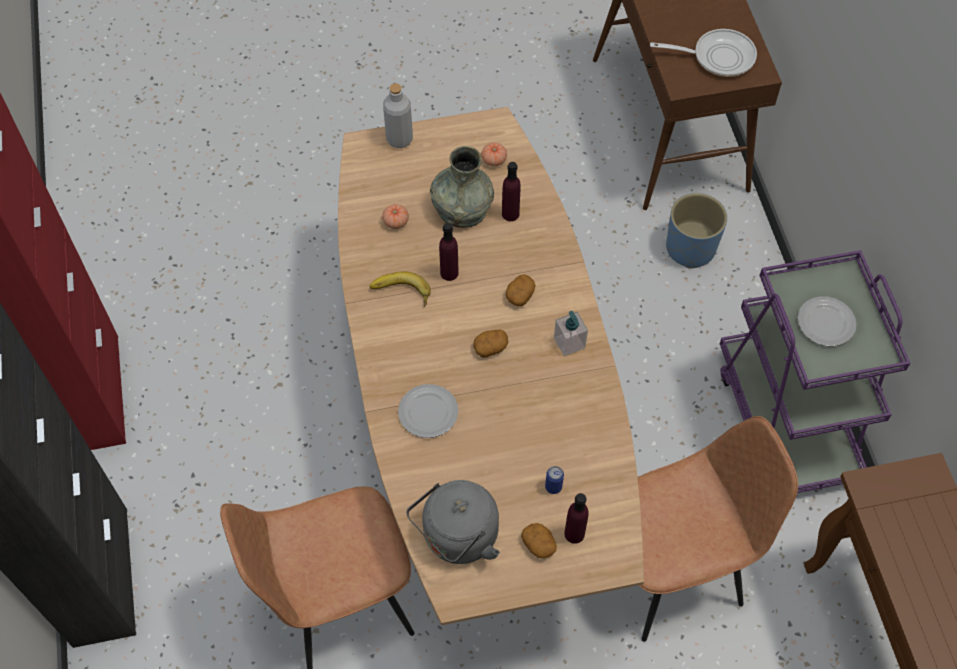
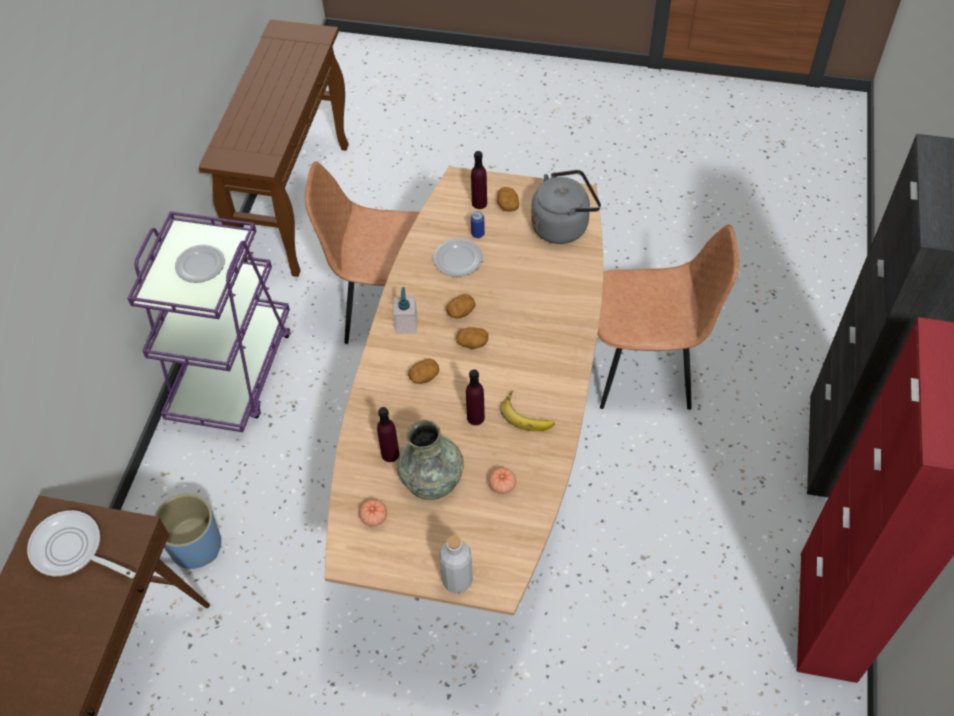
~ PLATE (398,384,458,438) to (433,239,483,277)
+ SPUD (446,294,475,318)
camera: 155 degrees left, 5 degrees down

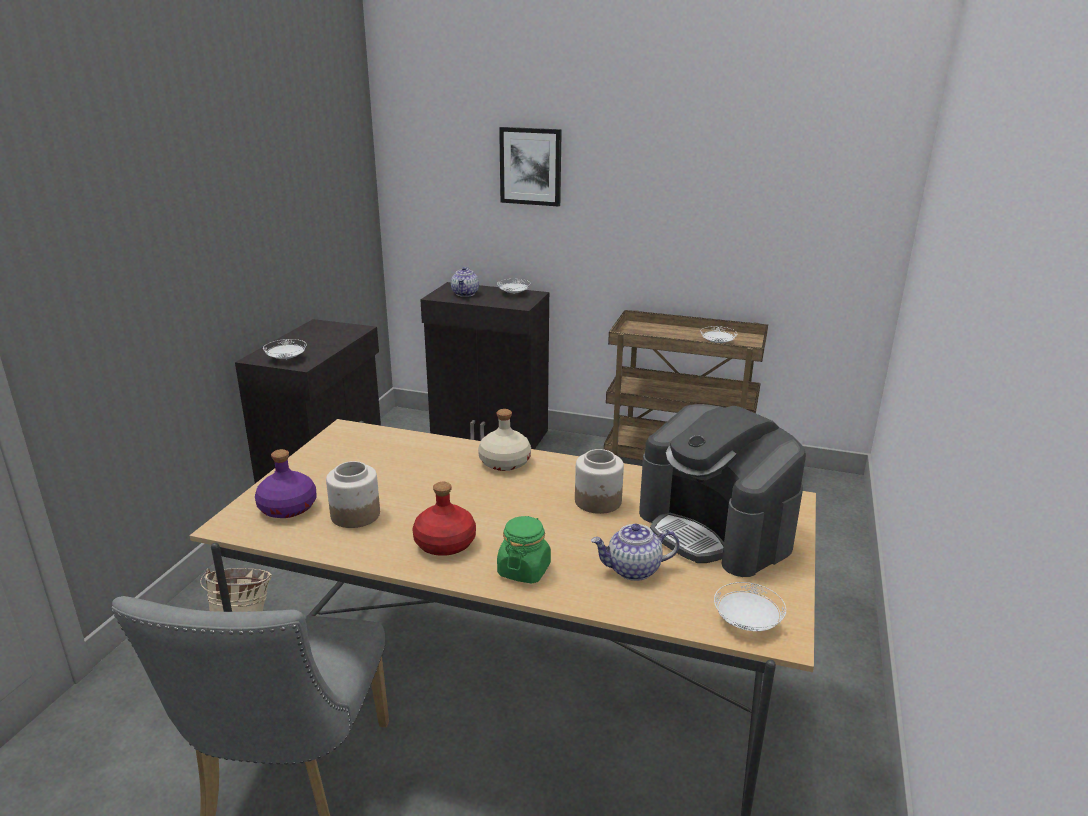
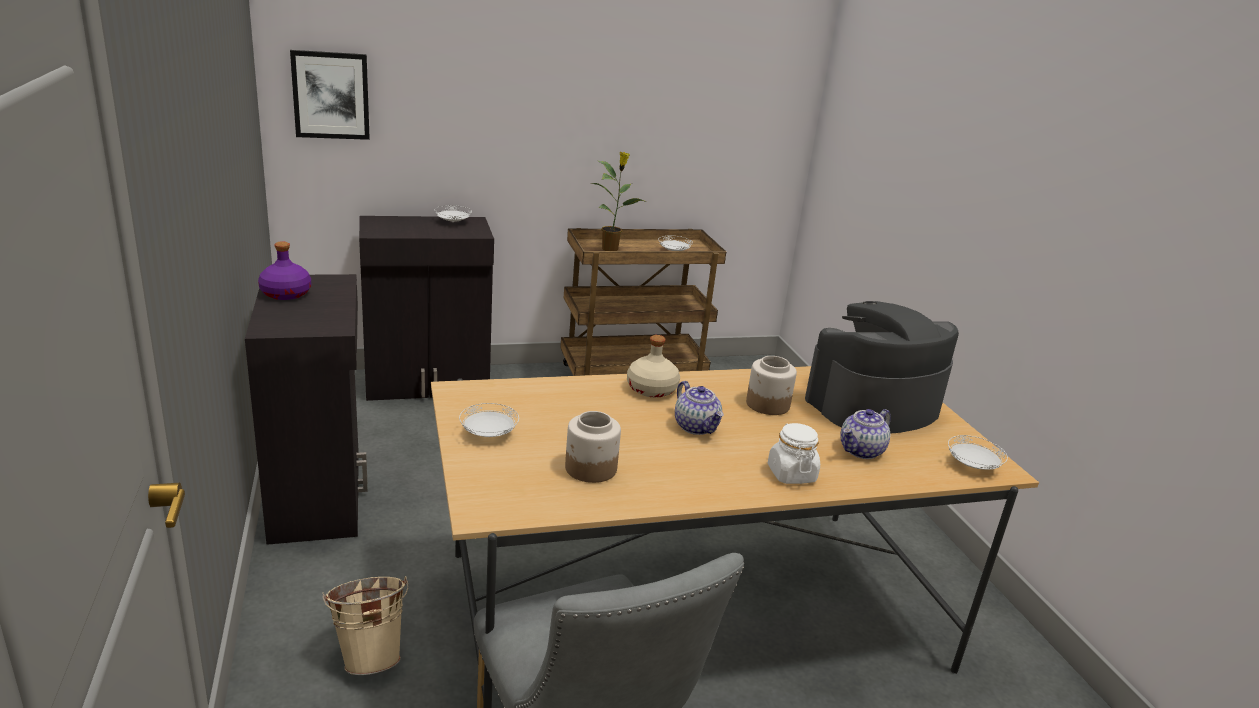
~ WALL PICTURE (499,127,562,206) to (290,50,370,140)
~ TEA POT (451,267,479,297) to (675,381,724,435)
~ WHITE PLATE (263,339,307,359) to (459,403,519,437)
~ COFFEE BREWER (639,404,806,577) = (805,301,959,434) 135 degrees clockwise
~ PURPLE-COLOURED BEVERAGE BOTTLE (255,449,316,518) to (258,241,311,300)
- RED-COLOURED BEVERAGE BOTTLE (412,482,476,556)
~ GREENISH STORAGE JAR (497,516,551,584) to WHITE STORAGE JAR (768,423,820,484)
+ POTTED PLANT (591,152,647,251)
camera: 35 degrees left, 0 degrees up

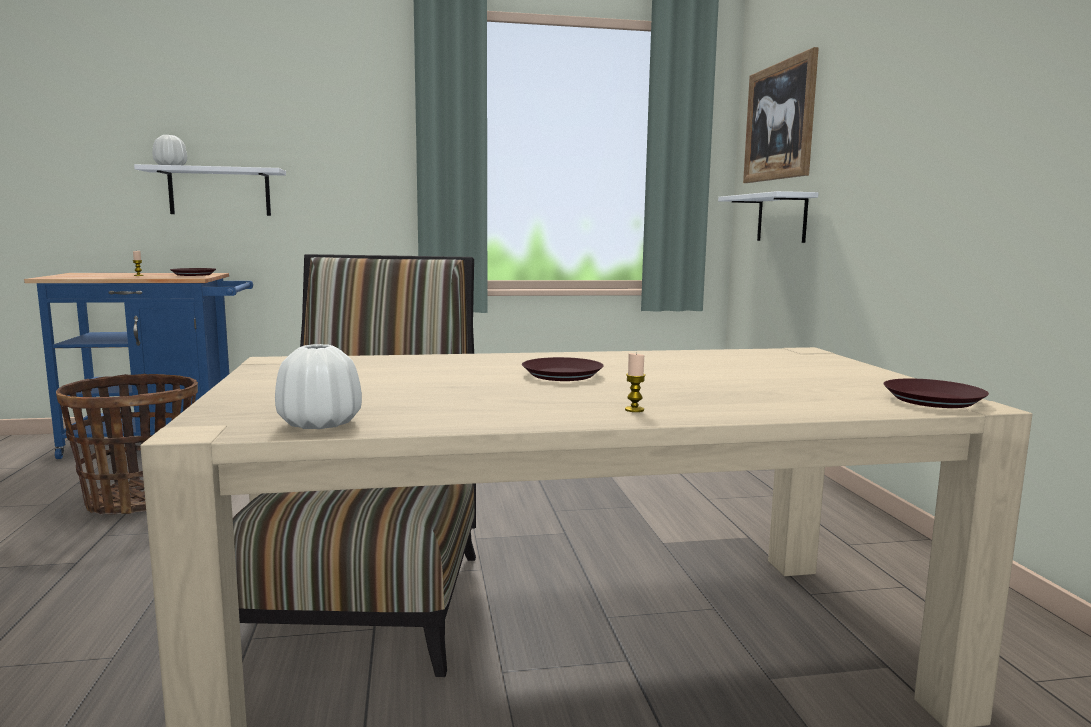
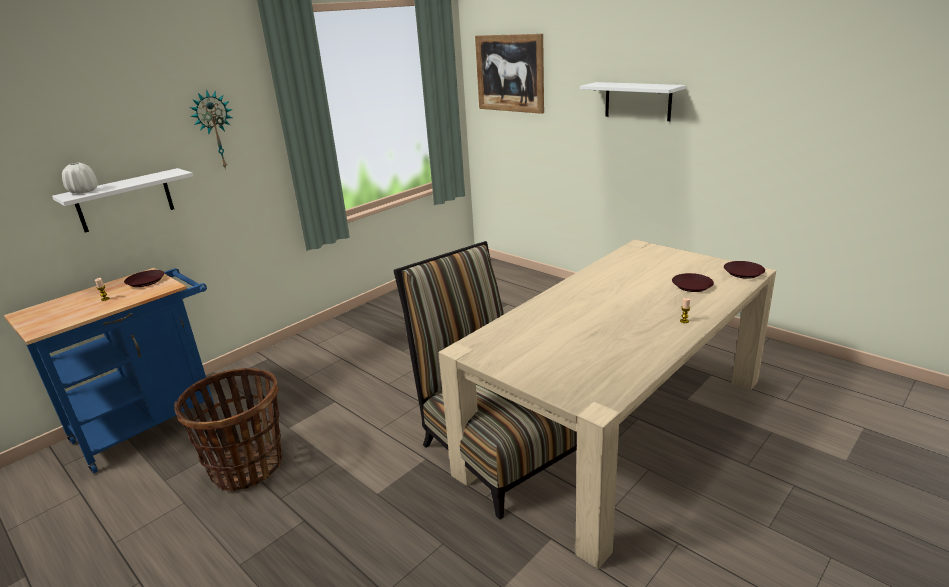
~ WHITE WALL SHELF (718,191,818,243) to (580,82,686,121)
- WHITE VASE (275,344,362,429)
~ BROWN PLATE (522,357,604,381) to (672,273,714,292)
+ HANGING CLOCK (189,90,233,170)
camera: 35 degrees left, 15 degrees up

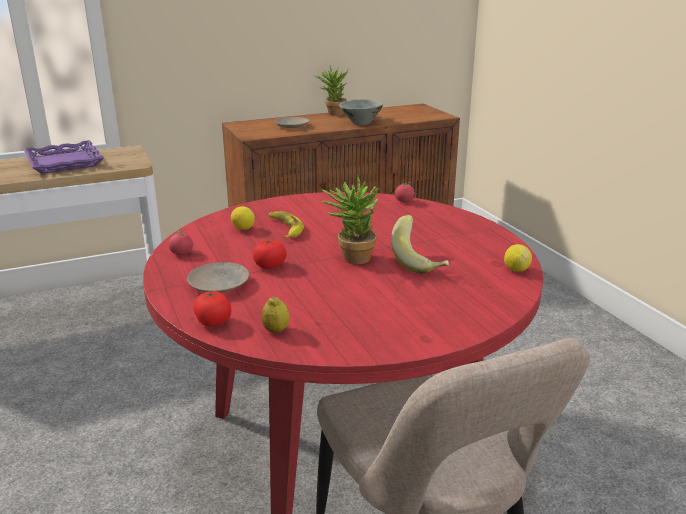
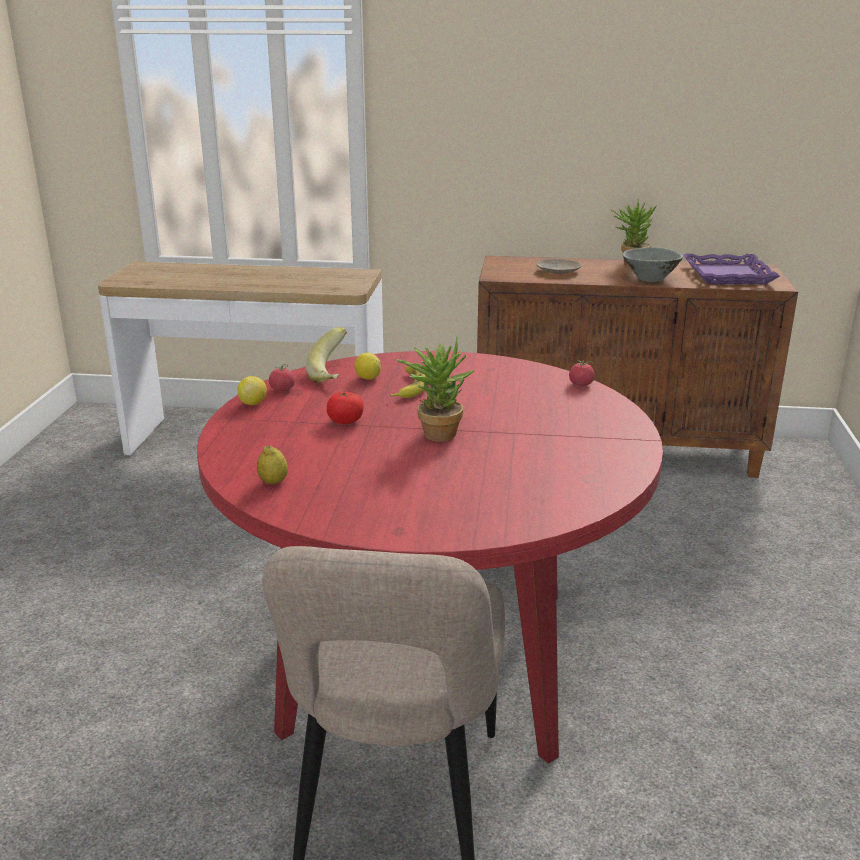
~ PURPLE-COLOURED SERVING TRAY (24,140,104,174) to (684,254,780,284)
~ WHOLE BANANA (391,215,449,273) to (306,327,347,383)
~ WHOLE LEMON (504,244,532,272) to (238,376,267,405)
- SAND-COLOURED PLATE (187,262,249,293)
- WHOLE TOMATO (193,290,231,326)
camera: 30 degrees right, 0 degrees up

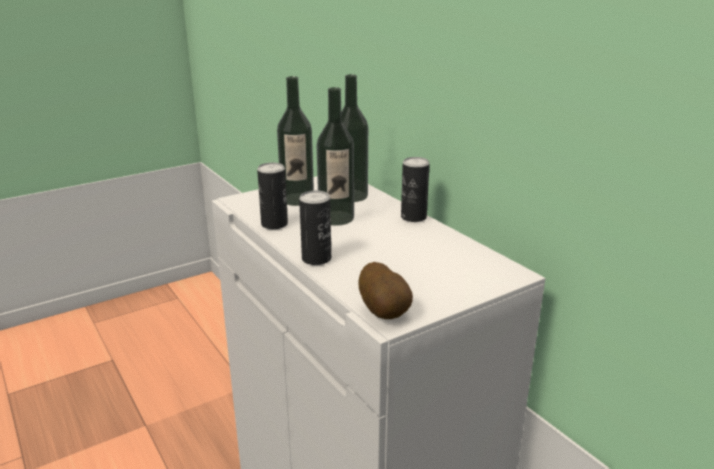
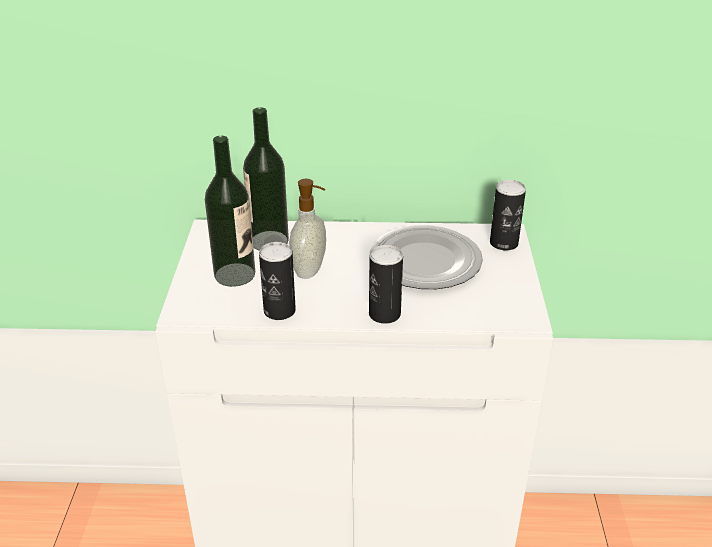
~ BEVERAGE BOTTLE (317,87,354,226) to SOAP BOTTLE (289,179,326,279)
~ METAL CAN (401,157,430,222) to (490,180,526,251)
- SPUD (359,262,413,319)
+ PLATE (370,225,483,289)
camera: 55 degrees left, 10 degrees up

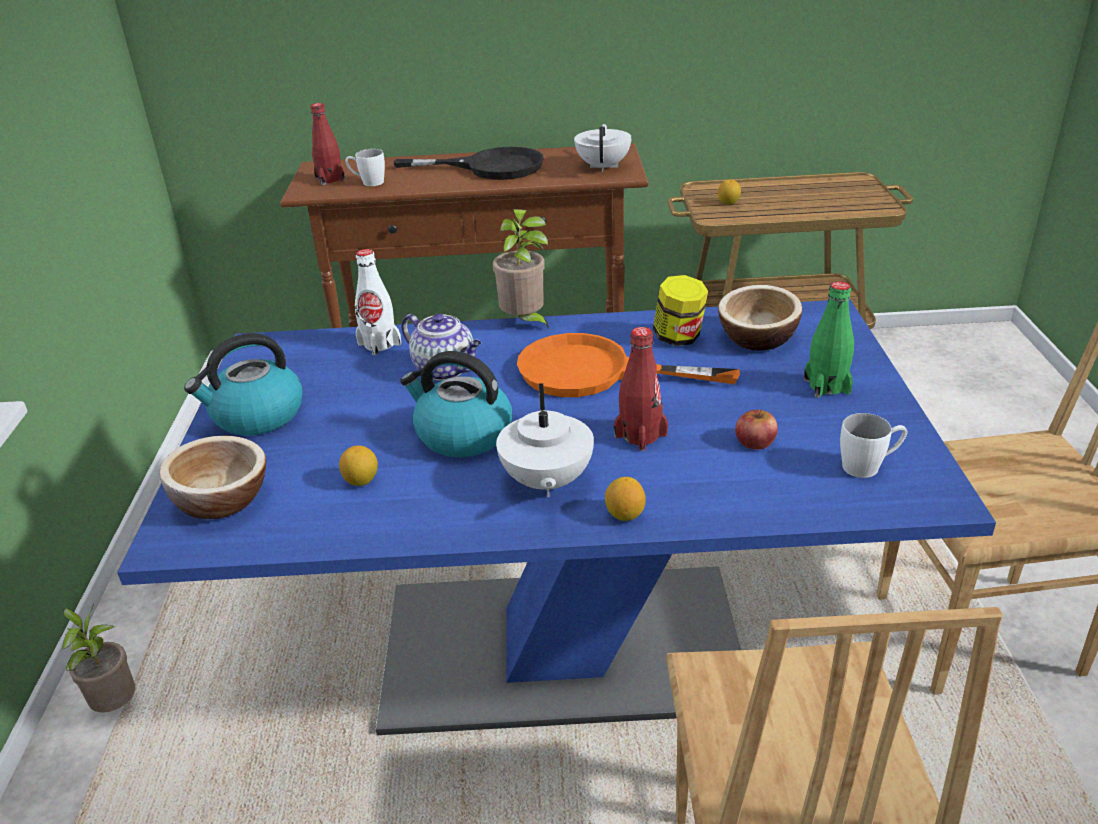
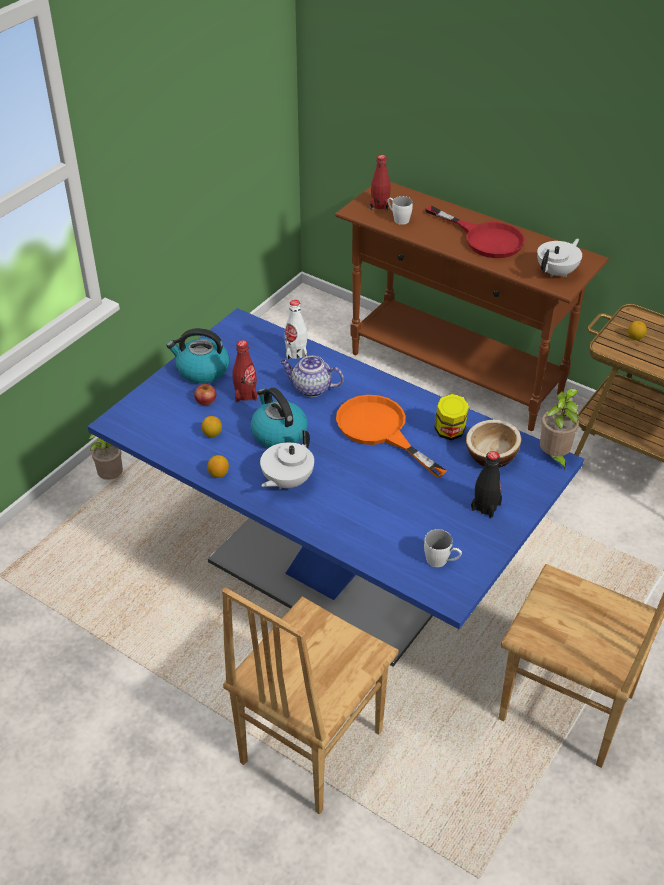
~ BLACK PAN (393,147,544,180) to RED-COLOURED PAN (425,206,525,258)
~ POTTED PLANT (493,209,549,329) to (540,389,580,470)
~ GREENISH BEVERAGE BOTTLE (804,282,854,398) to BLACK BEVERAGE BOTTLE (471,451,502,518)
~ TEA POT (401,313,481,381) = (280,356,344,397) 120 degrees clockwise
~ RED-COLOURED BEVERAGE BOTTLE (614,327,668,451) to (232,340,257,402)
~ APPLE (735,409,778,450) to (194,384,216,405)
- SERVING BOWL (159,436,266,519)
~ WHOLE LEMON (605,477,646,521) to (207,455,229,478)
camera: 35 degrees right, 10 degrees up

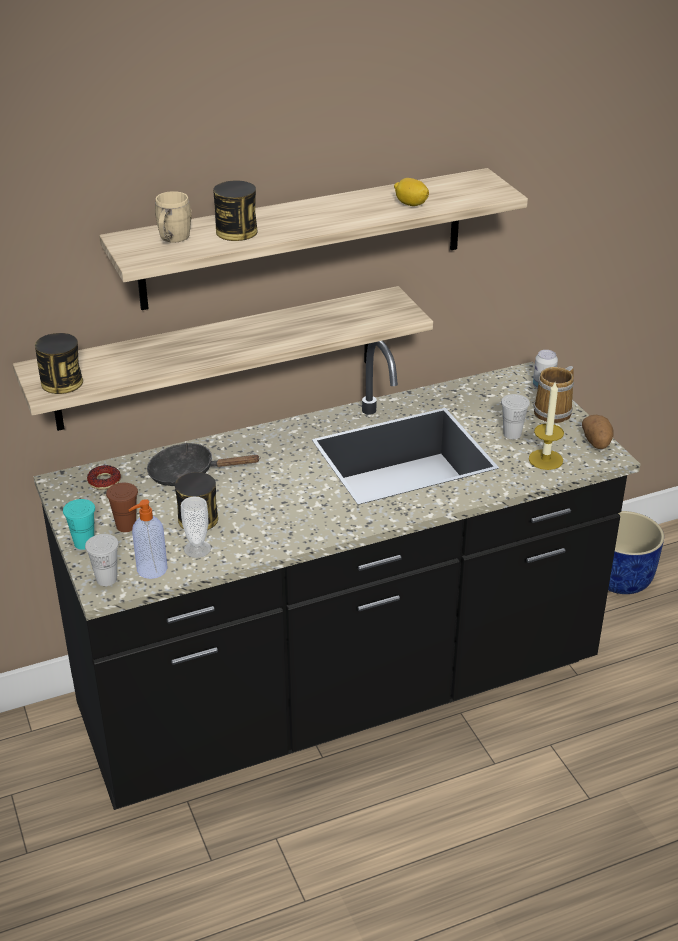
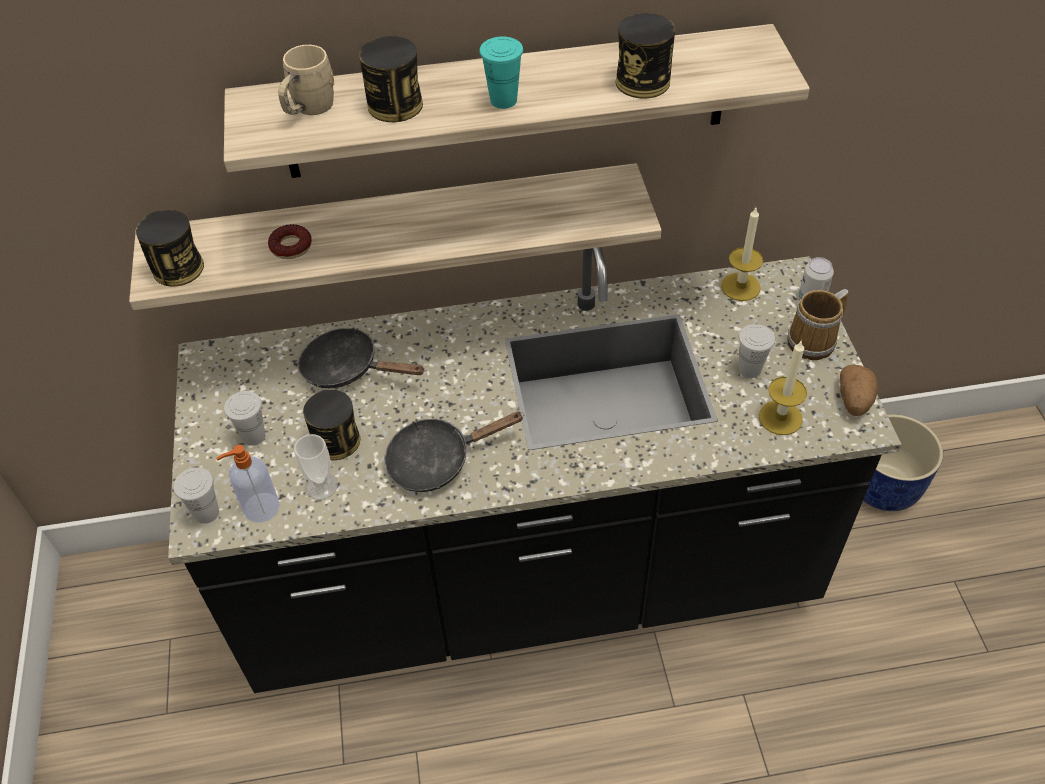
~ WHOLE LEMON (394,178,429,206) to METAL CAN (616,13,675,99)
~ DOUGHNUT (87,465,121,490) to (268,224,312,259)
~ BROWN DRINKING CUP (106,483,138,532) to WHITE DRINKING CUP (224,391,265,446)
~ TURQUOISE-COLOURED DRINKING CUP (63,499,95,550) to (479,37,523,109)
+ WAX LIGHT (721,208,763,301)
+ BLACK PAN (384,412,524,492)
camera: 15 degrees right, 15 degrees up

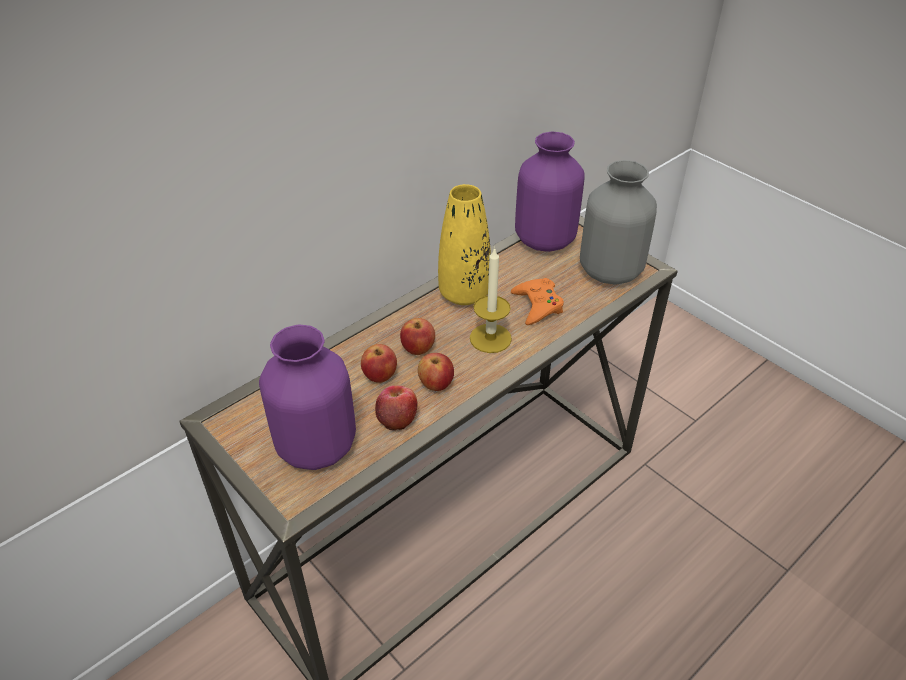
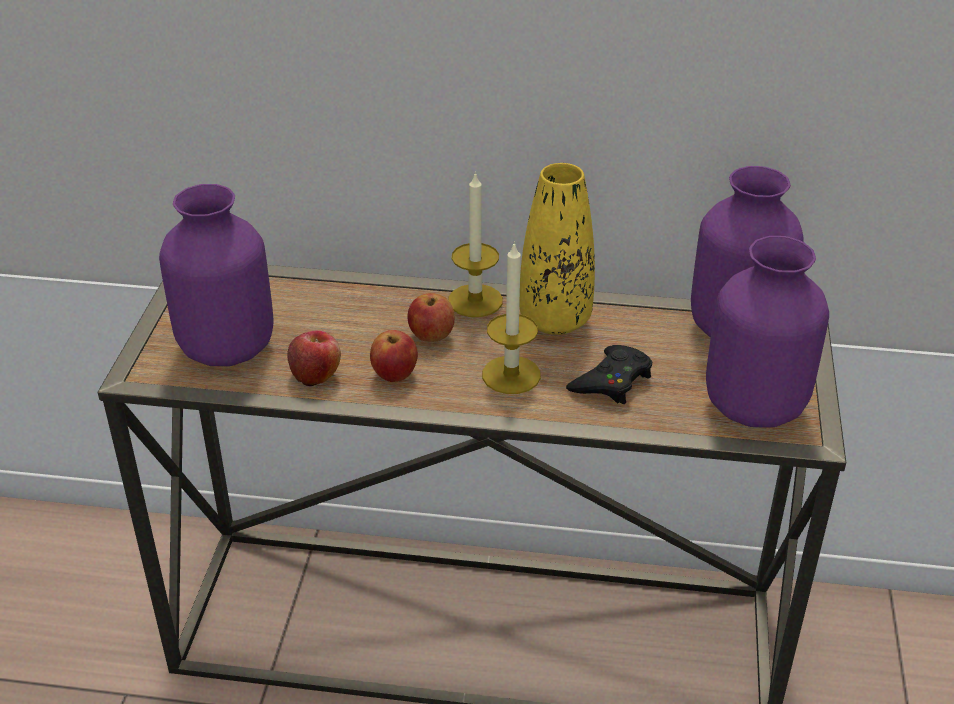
~ GREY VASE (580,160,657,285) to PURPLE-COLOURED VASE (706,236,829,428)
~ ORANGE GAME CONTROLLER (511,278,564,325) to BLACK GAME CONTROLLER (566,345,652,404)
- APPLE (361,344,397,383)
+ WAX LIGHT (448,171,503,317)
camera: 50 degrees right, 5 degrees down

